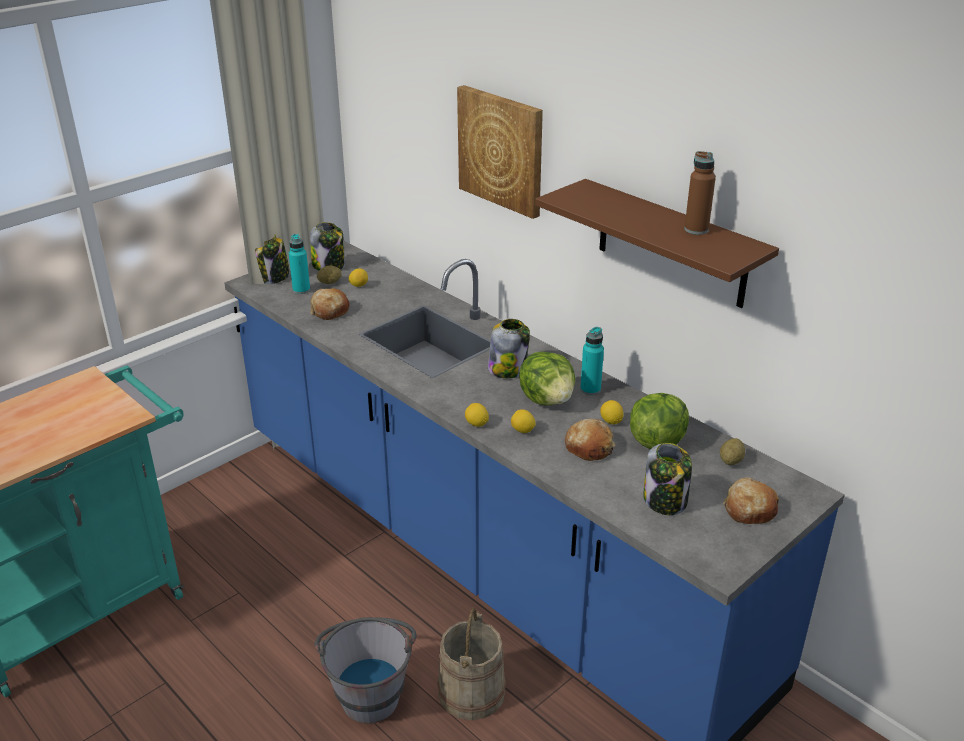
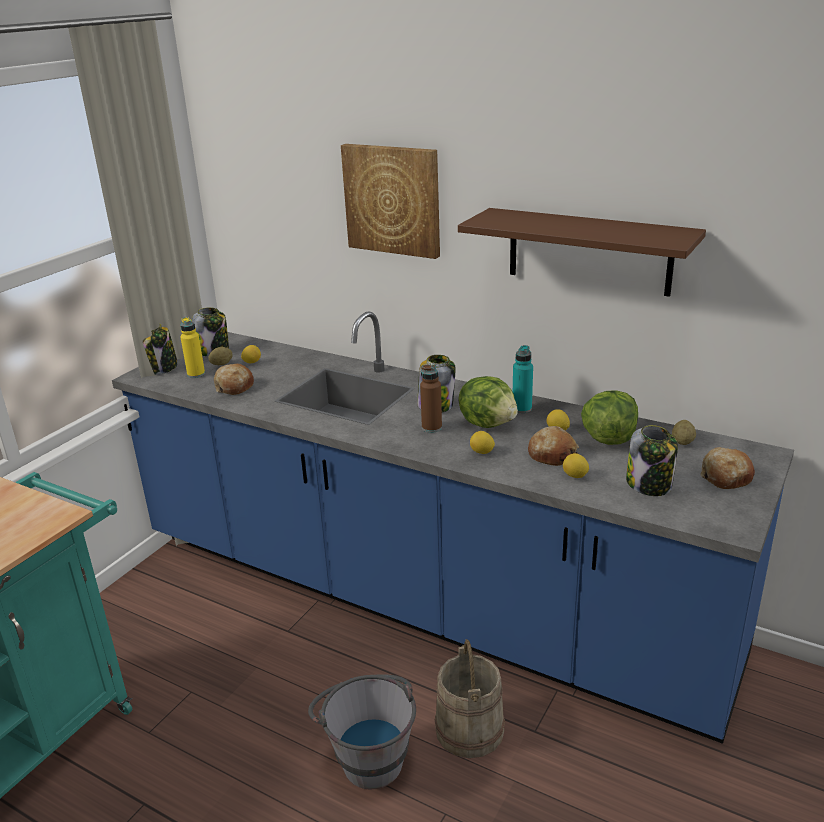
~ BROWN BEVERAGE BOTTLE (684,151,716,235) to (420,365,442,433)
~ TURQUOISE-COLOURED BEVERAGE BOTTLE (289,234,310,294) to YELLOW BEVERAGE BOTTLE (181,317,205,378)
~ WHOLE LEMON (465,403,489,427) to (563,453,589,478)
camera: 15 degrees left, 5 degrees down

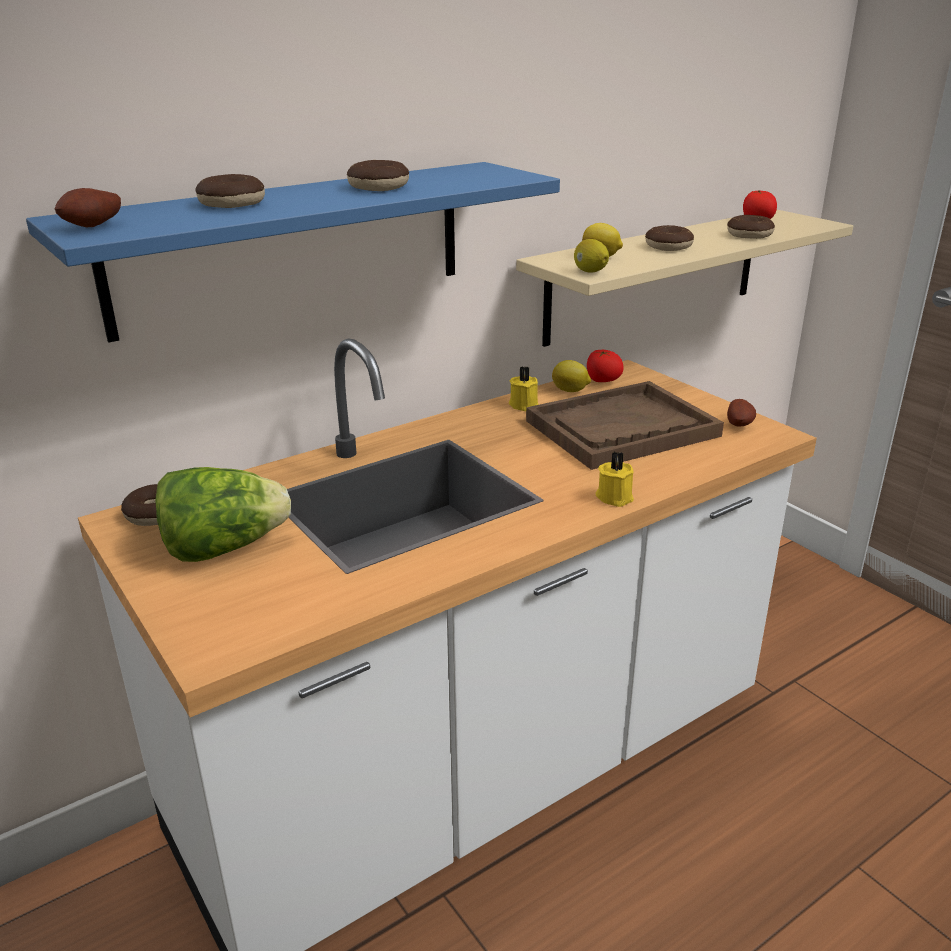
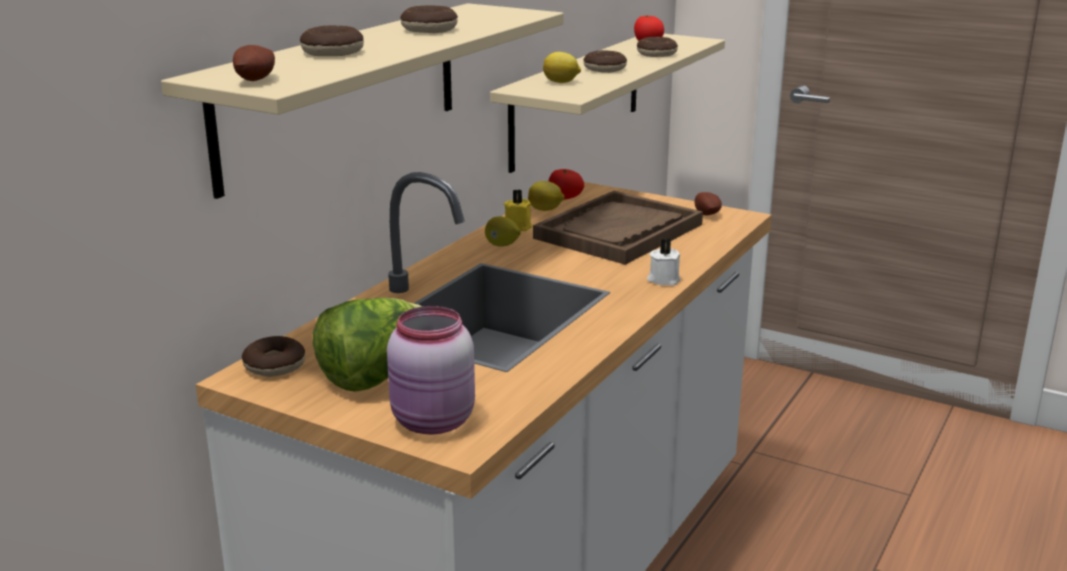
~ BLUE-COLOURED WALL SHELF (26,162,560,342) to SAND-COLOURED WALL SHELF (161,3,564,199)
~ WHOLE LEMON (574,239,609,273) to (485,216,521,247)
~ YELLOW WAX LIGHT (596,451,634,507) to WHITE WAX LIGHT (647,238,681,286)
+ PINK STORAGE JAR (387,306,475,434)
camera: 25 degrees left, 5 degrees down

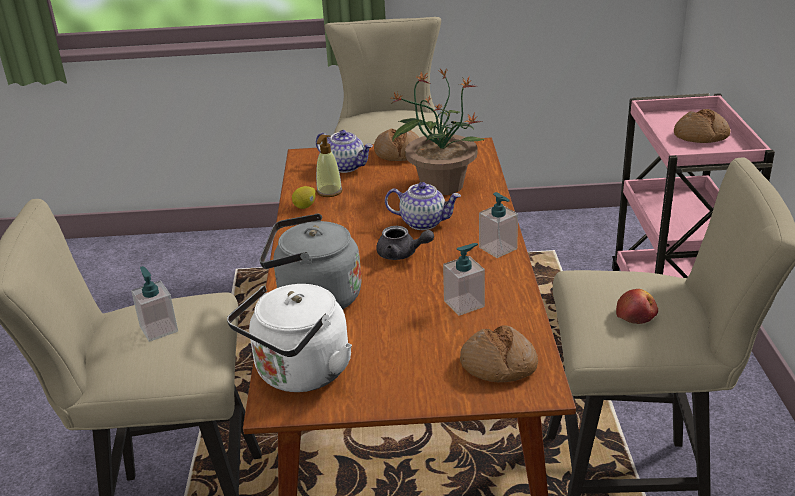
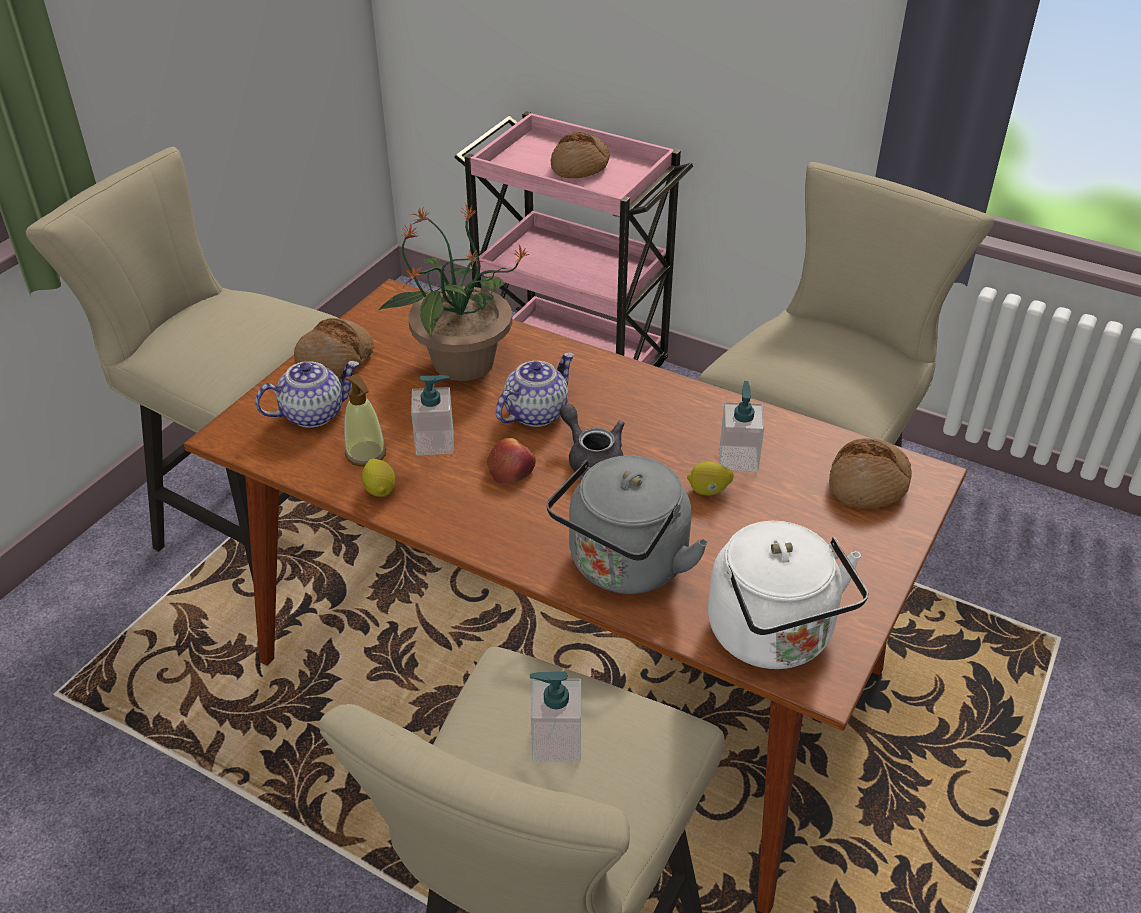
~ SOAP BOTTLE (479,192,518,258) to (411,375,454,456)
~ GREY TEA POT (376,226,434,260) = (560,404,625,476) 90 degrees counterclockwise
~ APPLE (616,289,658,324) to (487,438,536,484)
+ WHOLE LEMON (687,462,734,495)
camera: 60 degrees left, 10 degrees up

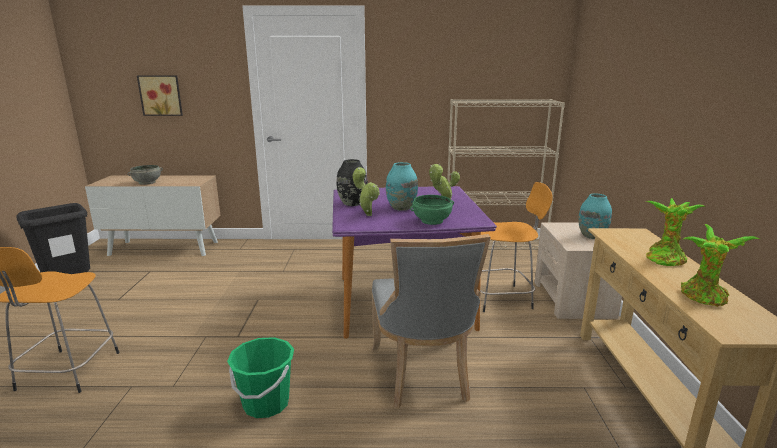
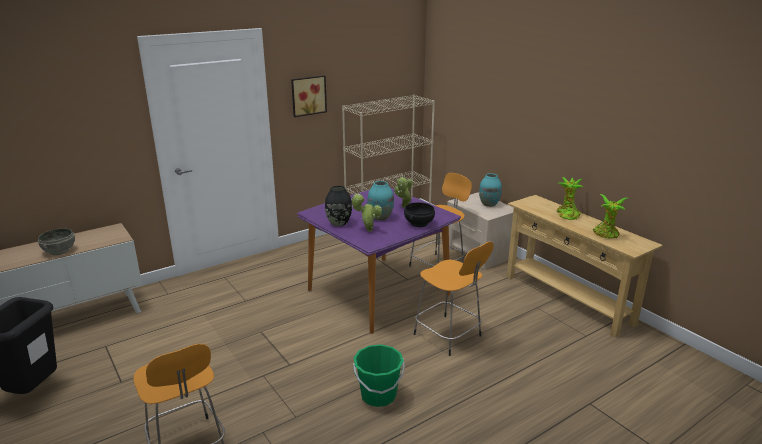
~ WALL PICTURE (137,75,183,116) to (291,75,327,117)
~ GREENISH SERVING BOWL (410,195,454,225) to BLACK SERVING BOWL (404,202,435,227)
~ GREY PLAIN CHAIR (372,234,490,409) to ORANGE SITTING STOOL (414,242,494,356)
camera: 35 degrees left, 5 degrees up

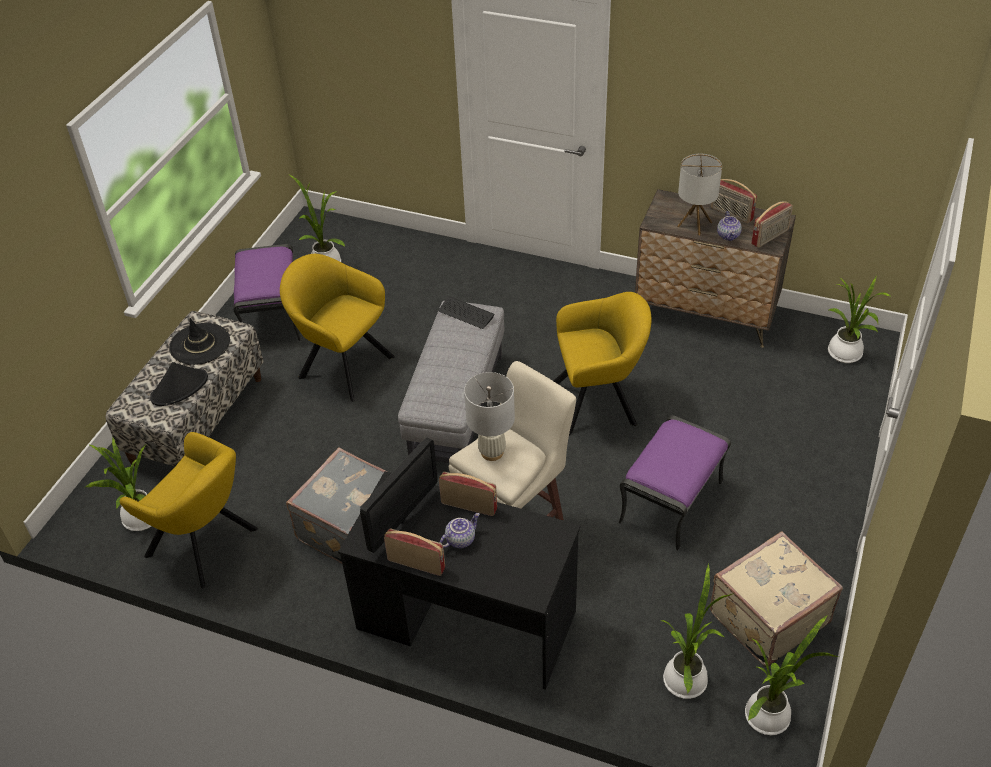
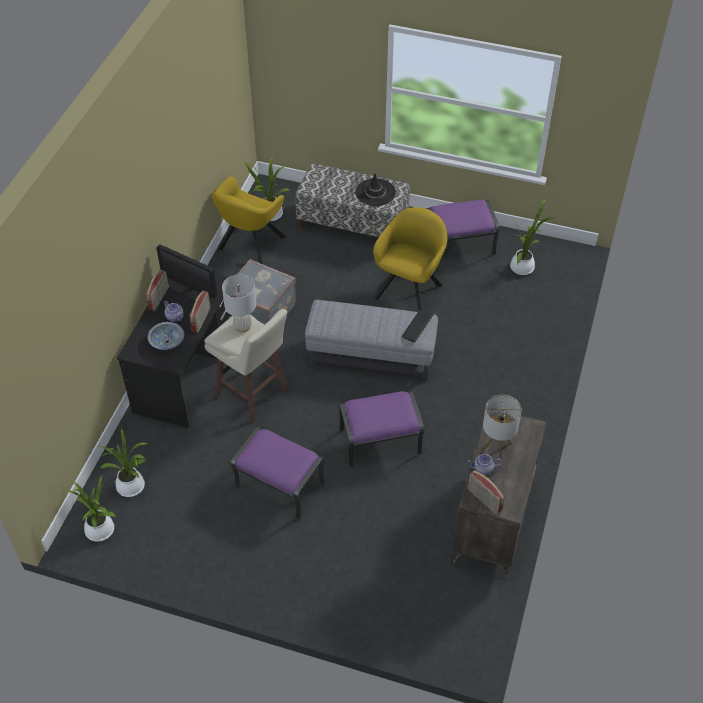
- RADIO SET (711,179,757,223)
- POTTED PLANT (828,277,892,363)
~ YELLOW ARMCHAIR (553,292,651,436) to PURPLE-COLOURED OTTOMAN (339,391,424,468)
- BLACK HAT (150,362,208,406)
- SAND-COLOURED SUITCASE (710,531,843,667)
+ SERVING BOWL (148,322,184,350)
camera: 85 degrees right, 5 degrees up

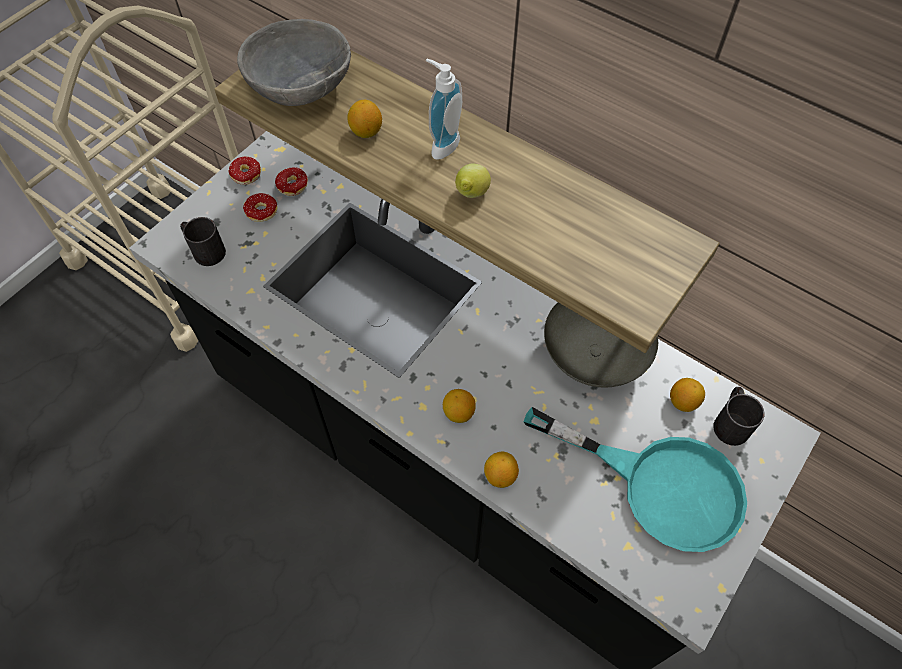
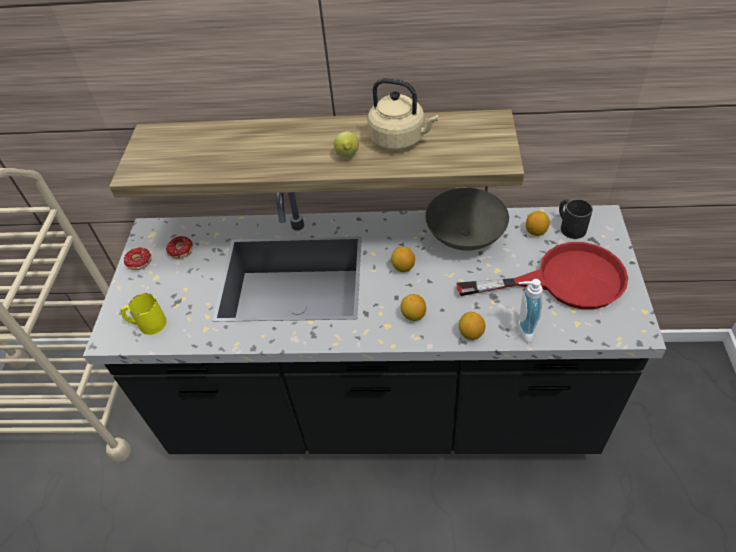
- GREY SERVING BOWL (237,19,351,106)
~ SOAP BOTTLE (426,59,462,160) to (518,279,543,343)
~ WHOLE LEMON (347,100,382,138) to (391,247,415,272)
- DOUGHNUT (243,193,278,222)
~ BLACK MUG (180,217,226,266) to YELLOW MUG (121,293,167,335)
~ TURQUOISE-COLOURED PAN (524,407,747,552) to RED-COLOURED PAN (457,242,628,309)
+ SAND-COLOURED KETTLE (368,78,439,150)
camera: 30 degrees left, 10 degrees down

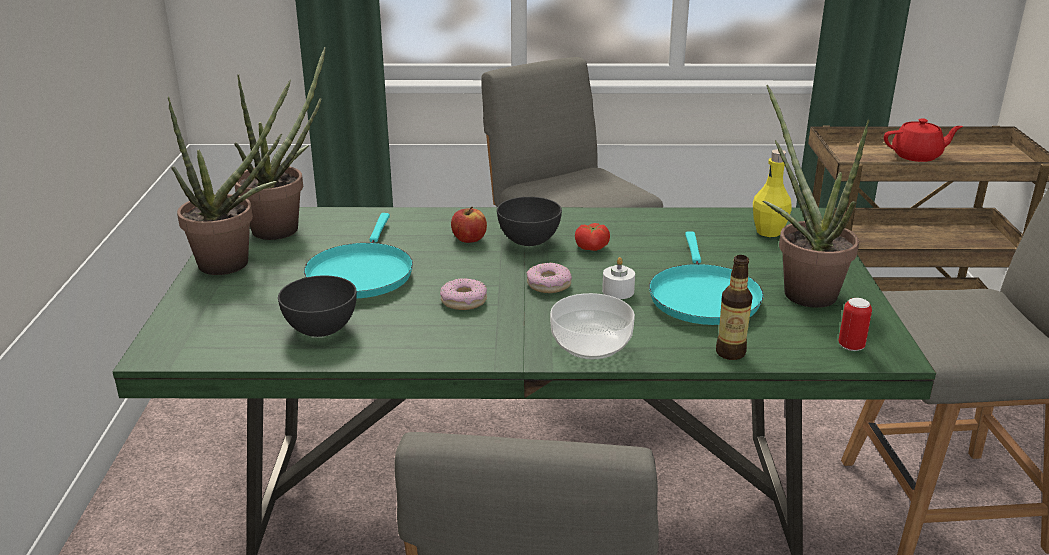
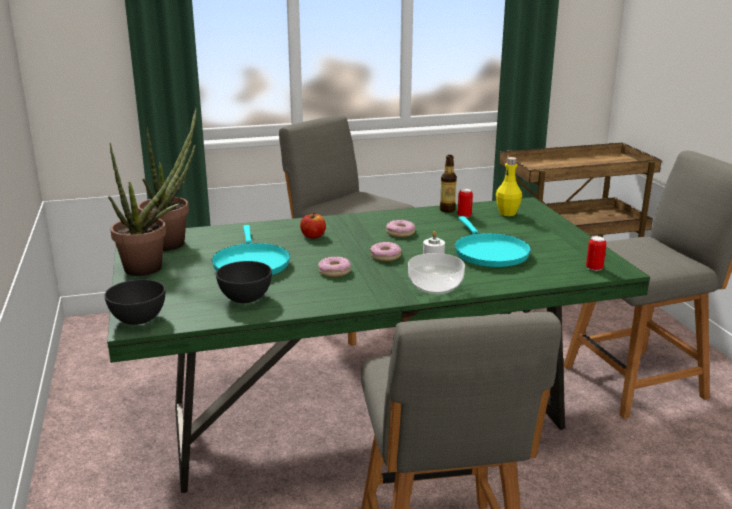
- POTTED PLANT (763,85,870,308)
- RED-COLOURED TEA POT (884,118,963,162)
~ GREY SERVING BOWL (497,197,562,246) to (104,279,165,325)
~ WHOLE TOMATO (575,223,610,251) to DOUGHNUT (386,220,416,237)
~ BEVERAGE BOTTLE (716,255,753,360) to (440,155,457,213)
+ METAL CAN (458,189,473,218)
camera: 15 degrees left, 5 degrees down

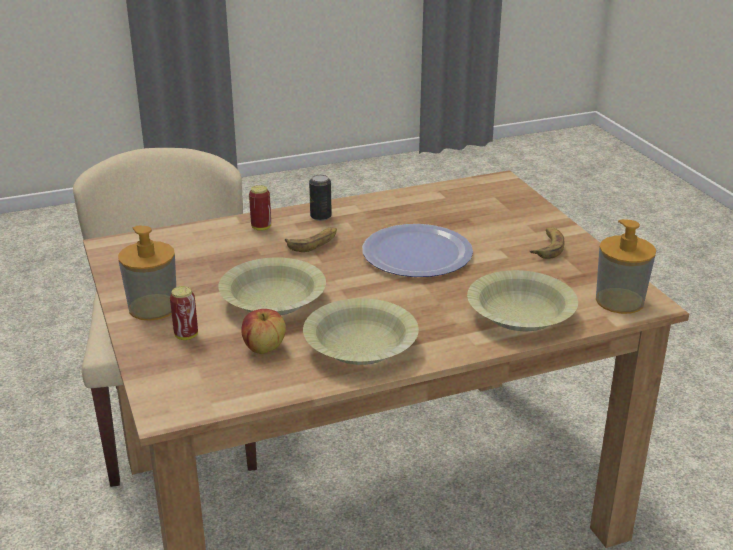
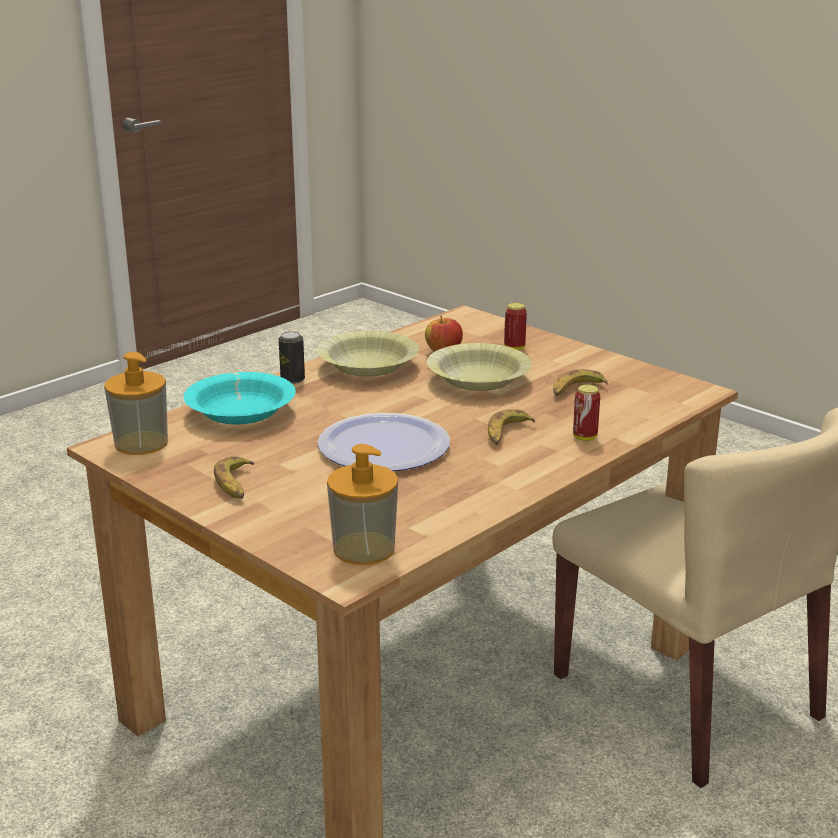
~ METAL CAN (309,175,332,221) to (279,331,305,384)
~ SOAP BOTTLE (118,226,176,321) to (327,444,398,565)
~ YELLOW SERVING BOWL (467,270,578,331) to TURQUOISE-COLOURED SERVING BOWL (183,372,296,425)
+ WHOLE BANANA (553,369,608,396)
camera: 155 degrees right, 5 degrees down

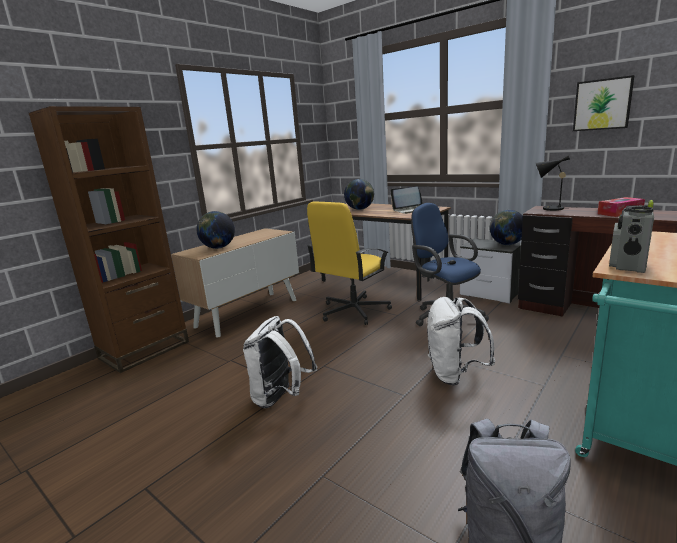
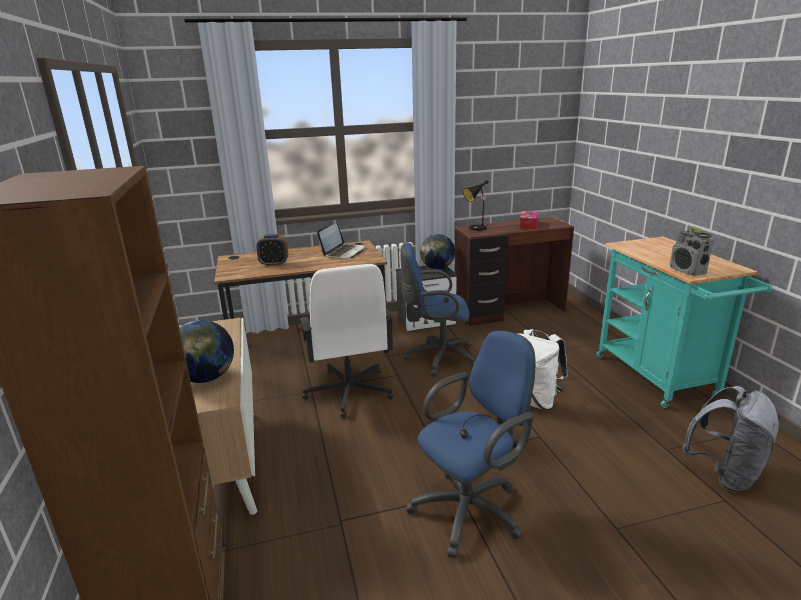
- WALL PICTURE (573,75,634,131)
~ GLOBE (344,179,374,210) to TABLE CLOCK (256,234,288,266)
~ YELLOW COMPUTER CHAIR (307,202,392,325) to WHITE COMPUTER CHAIR (299,264,394,418)
~ WHITE BACKPACK (243,316,317,408) to BLUE-COLOURED COMPUTER CHAIR (406,331,535,558)
camera: 55 degrees left, 5 degrees up

